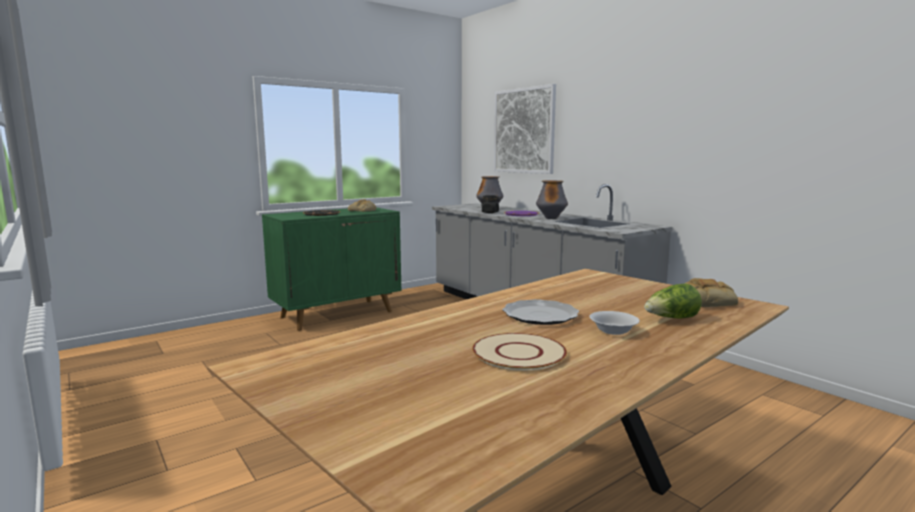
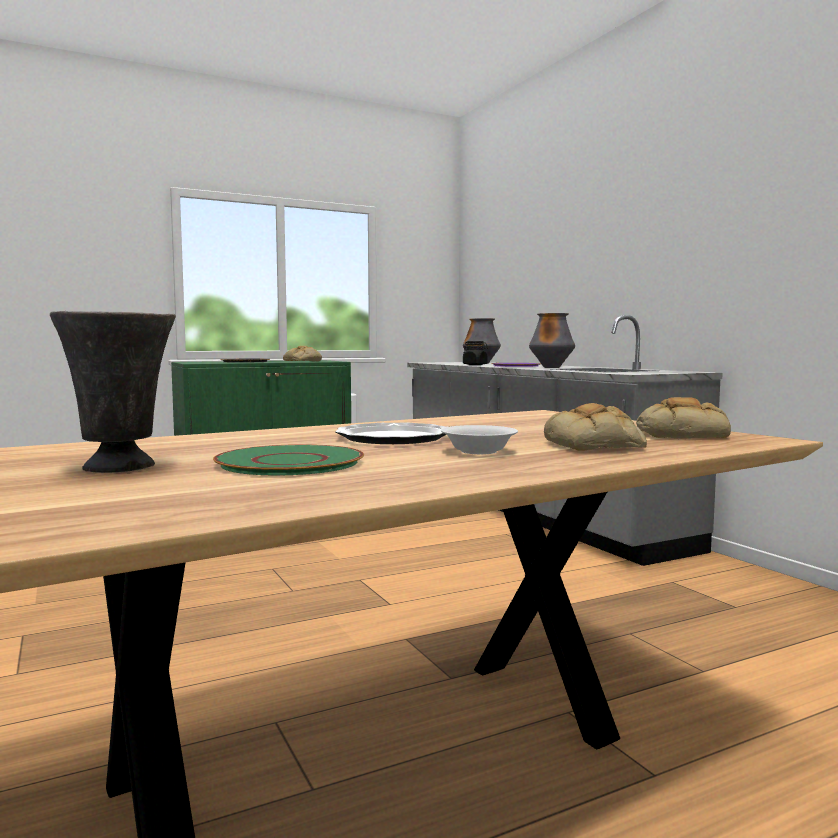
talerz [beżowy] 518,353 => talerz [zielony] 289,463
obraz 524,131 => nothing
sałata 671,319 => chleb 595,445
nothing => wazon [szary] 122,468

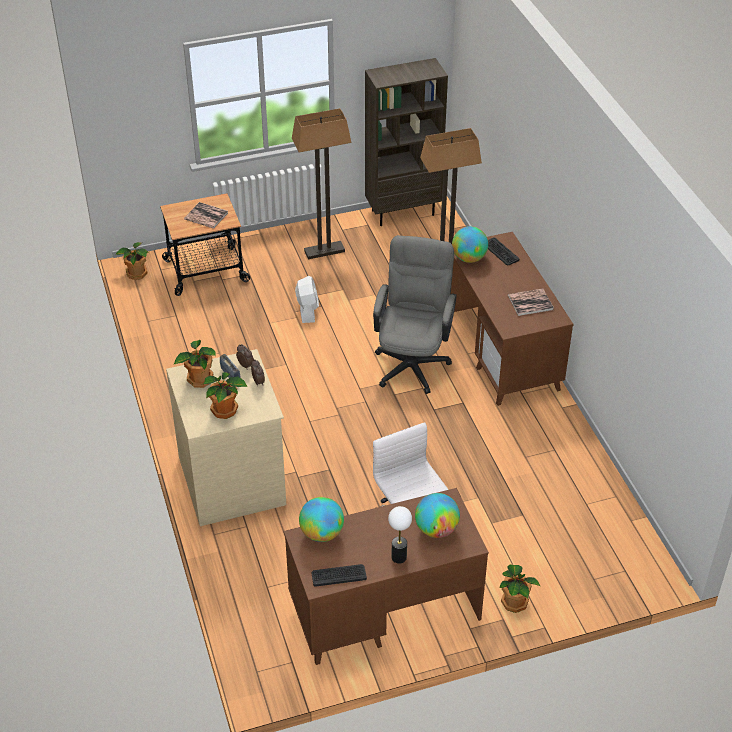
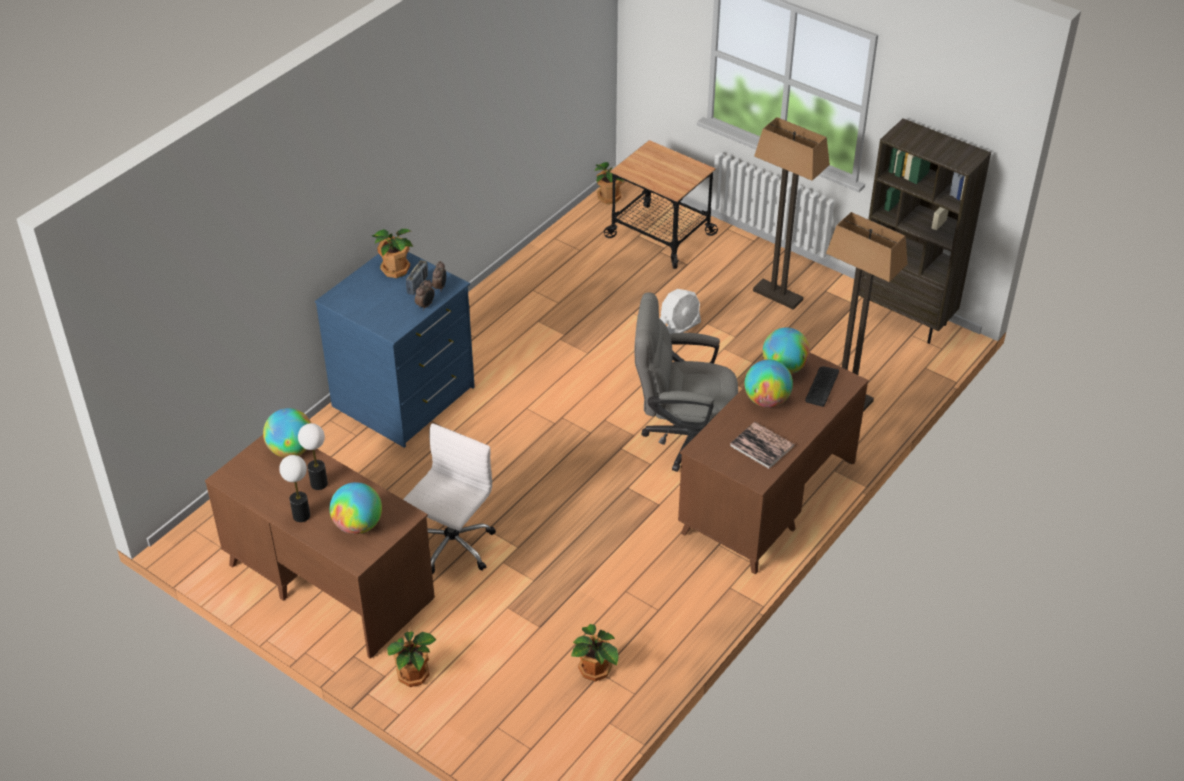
komoda [beżowy] 233,480 => komoda [niebieski] 405,398
książka 206,216 => nothing
roślina doniczkowa 225,411 => roślina doniczkowa 595,670, relocated
klawiatura 338,575 => nothing
krzesło biurowe [szary] 413,360 => krzesło biurowe [szary] 683,438, 150 degrees counterclockwise
nothing => lampa stołowa 319,484
nothing => globus 766,400

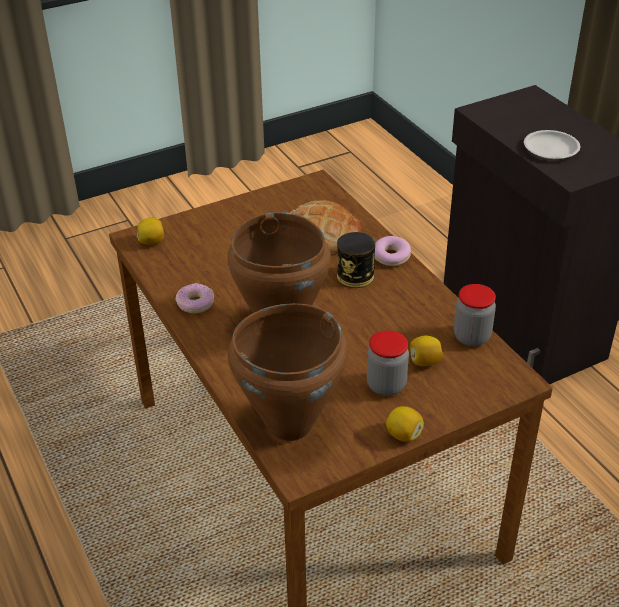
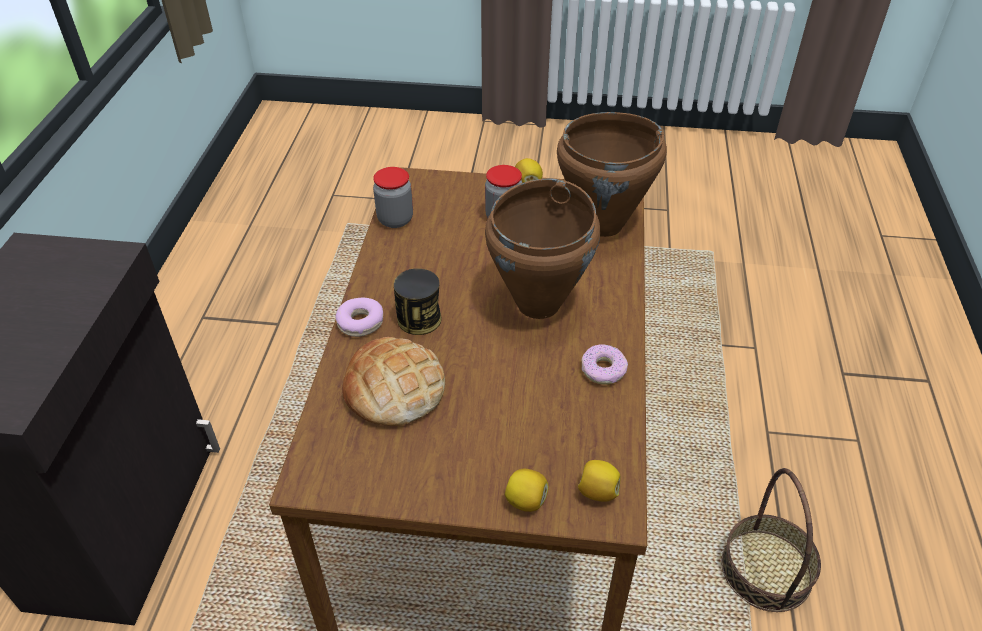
cytryna 424,362 => cytryna 526,501, relocated
talerz [biały] 550,148 => nothing
nothing => koszyk 766,570

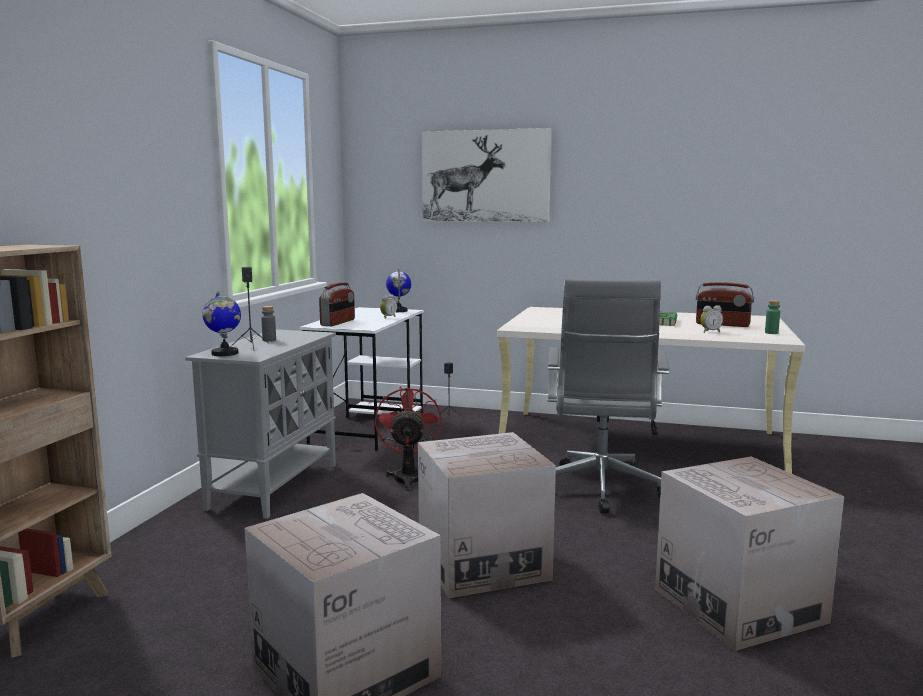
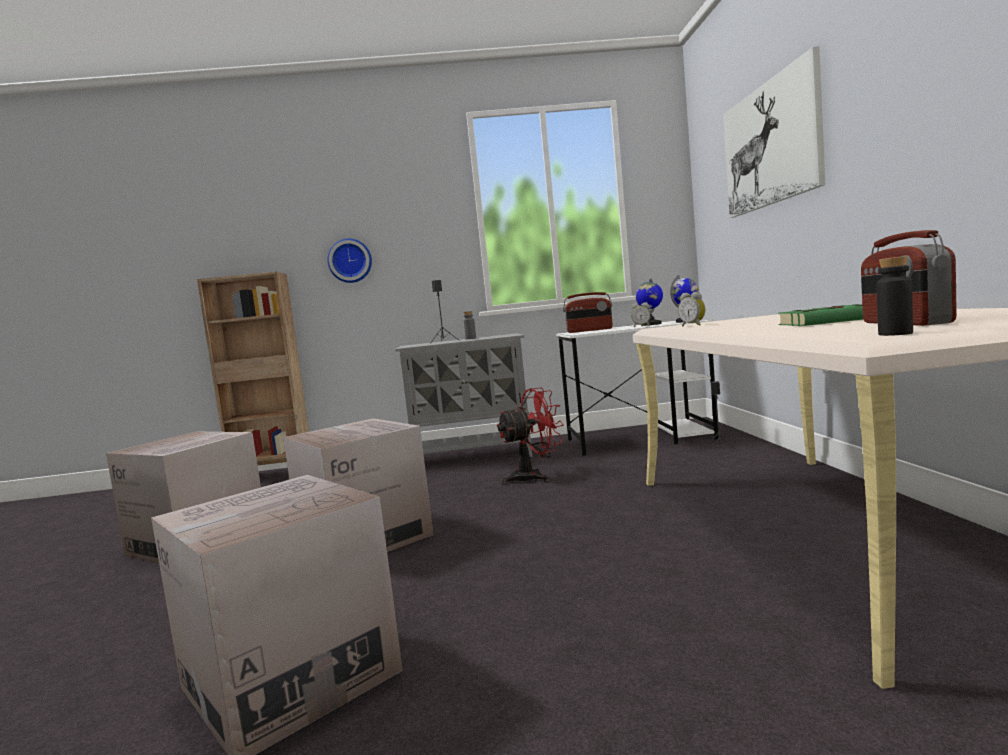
globus 224,353 => globus 651,324, relocated
krzesło biurowe [szary] 600,490 => nothing
budzik 710,332 => budzik 693,325, relocated
butelka [zielony] 771,333 => butelka [czarny] 895,334
nothing => zegar ścienny 350,261

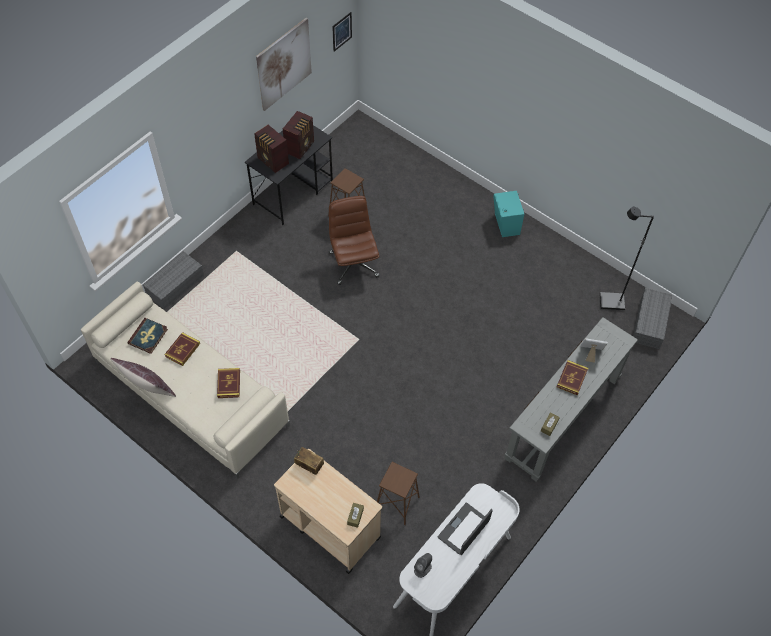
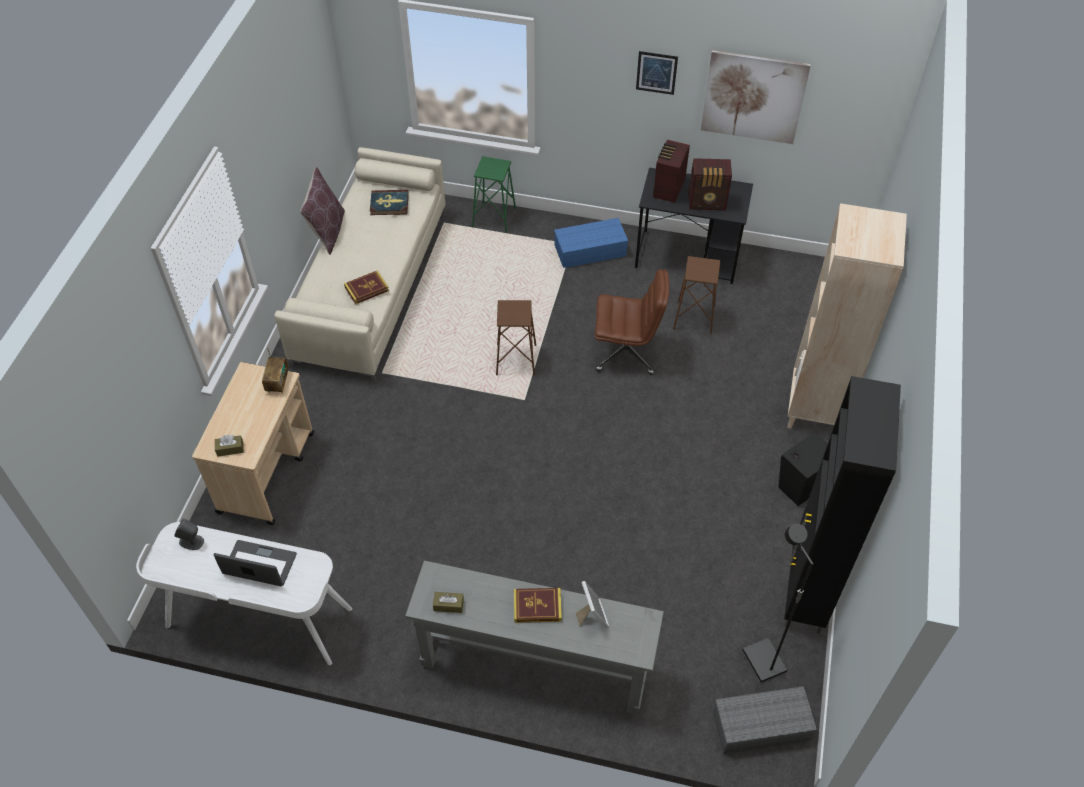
pojemnik do przechowywania [szary] 175,286 => stołek [zielony] 494,217
książka 182,350 => nothing
krzesło biurowe [brązowy] 353,264 => krzesło biurowe [brązowy] 626,352, 45 degrees clockwise
obraz 342,31 => obraz 656,72, relocated
stołek [brązowy] 397,503 => stołek [brązowy] 516,360, relocated
głośnik [turkusowy] 505,225 => głośnik [czarny] 801,484
nothing => pojemnik do przechowywania [niebieski] 591,250
nothing => szafka [czarny] 804,595
nothing => regał [beżowy] 815,409

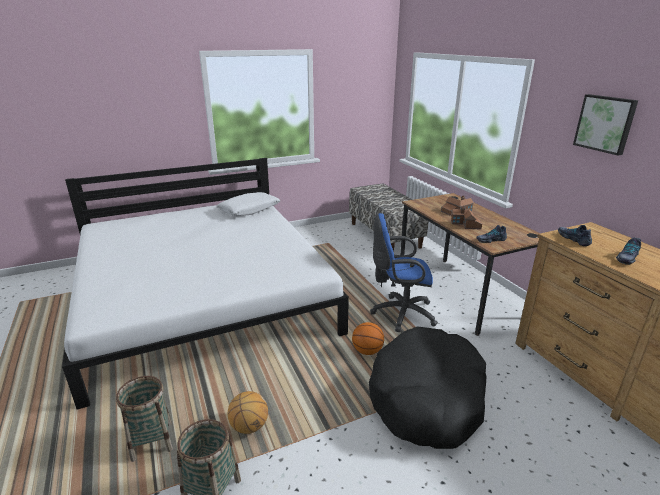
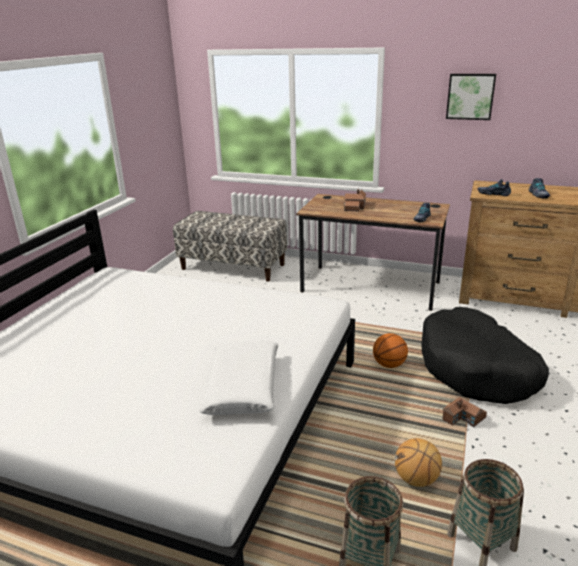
poduszka [biały] 249,210 => poduszka [biały] 243,386, relocated
krzesło biurowe [niebieski] 400,313 => nothing
domek 465,224 => domek 463,418, relocated

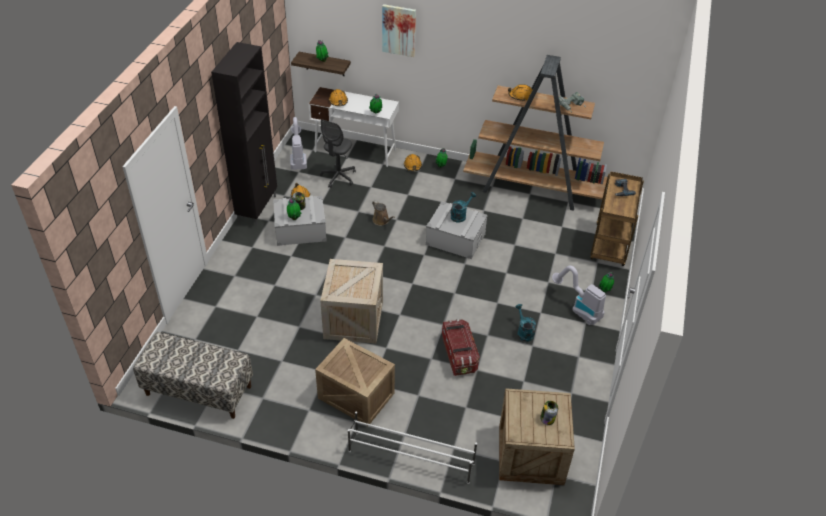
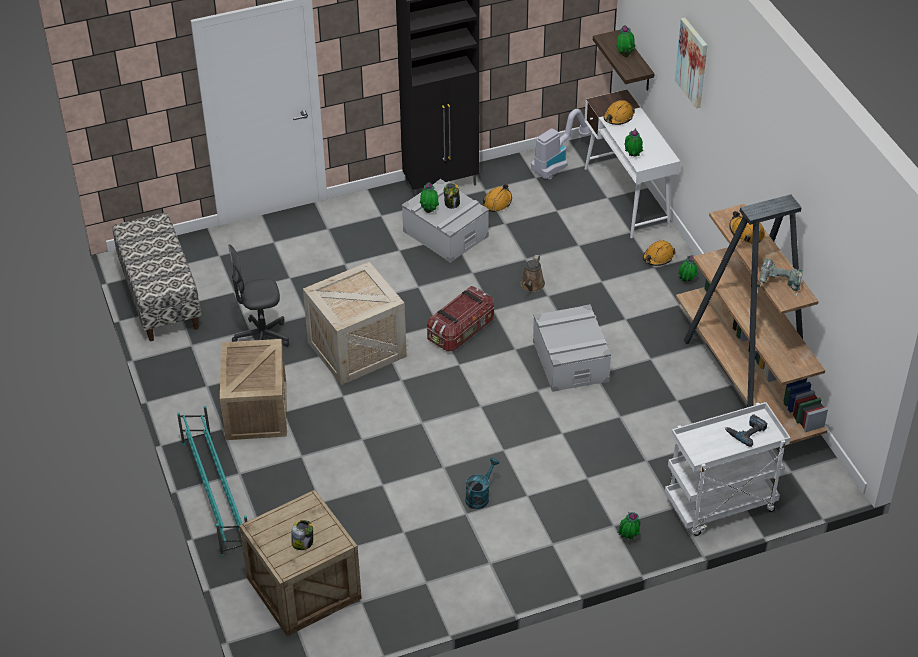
krzesło biurowe [szary] 338,177 => krzesło biurowe [szary] 262,338, relocated
regał na buty [biały] 410,457 => regał na buty [turkusowy] 216,493
pojemnik do przechowywania 459,354 => pojemnik do przechowywania 462,331, relocated
konewka [turkusowy] 460,215 => nothing
odkurzacz 578,308 => nothing
wózek [brązowy] 610,246 => wózek [biały] 720,506

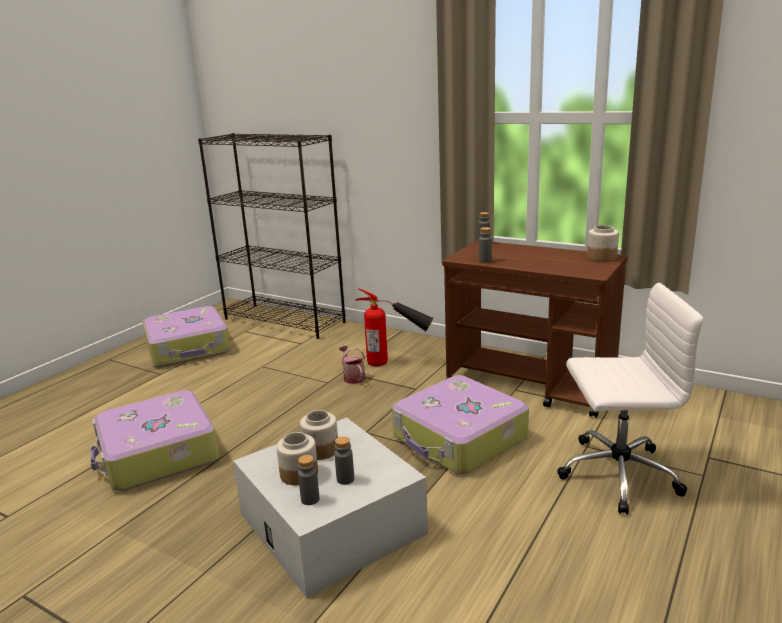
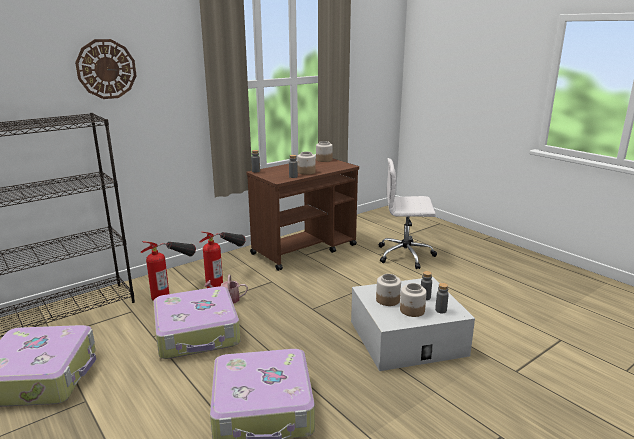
walizka 459,439 => walizka 198,333, relocated
krzesło biurowe [biały] 616,474 => krzesło biurowe [biały] 406,255, 105 degrees counterclockwise
nothing => zegar ścienny 106,69
nothing => gaśnica 173,291
nothing => słoik 306,172

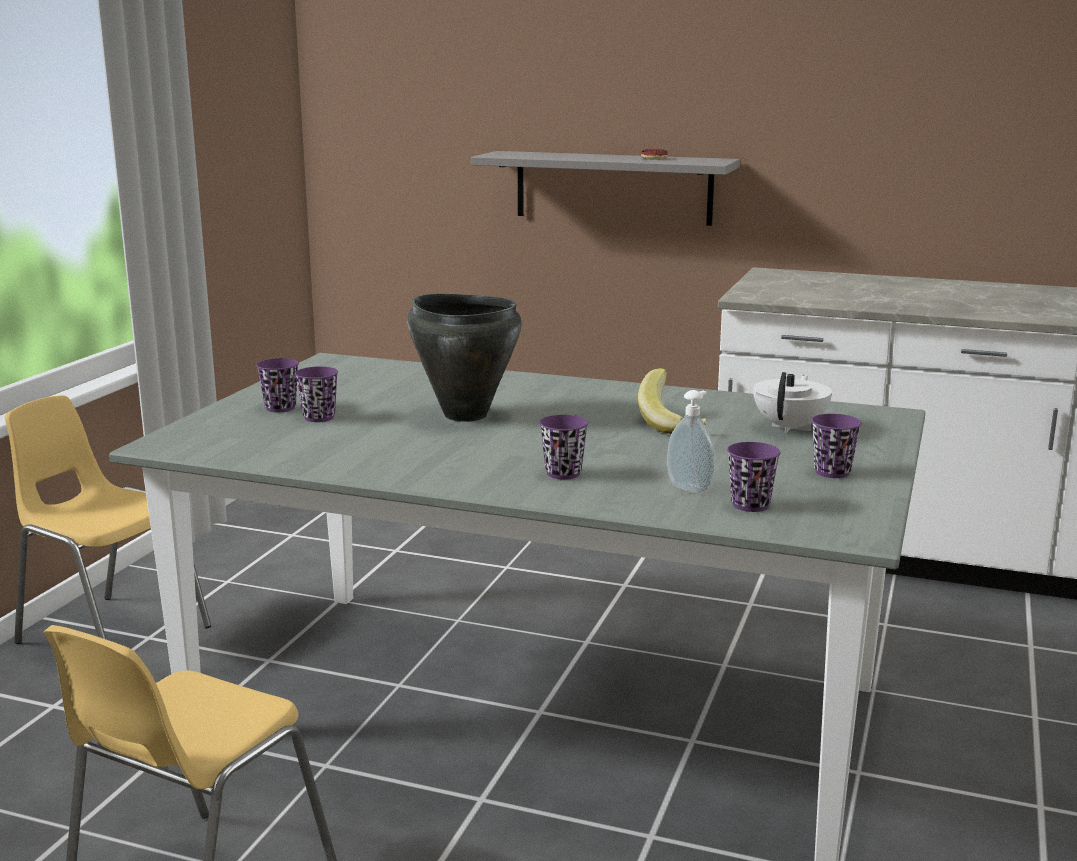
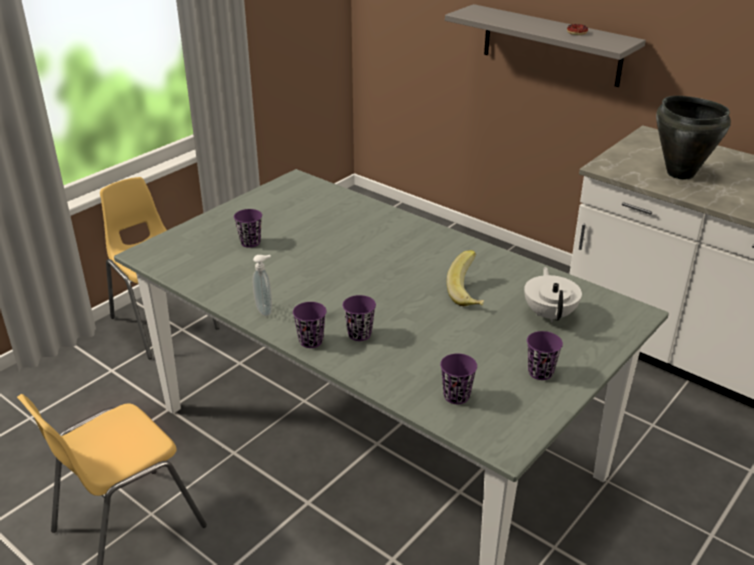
filiżanka [fioletowy] 280,408 => filiżanka [fioletowy] 311,341, relocated
garnek [czarny] 465,415 => garnek [czarny] 680,173, relocated
dozownik mydła 691,489 => dozownik mydła 265,310, relocated
imbryk [biały] 791,427 => imbryk [biały] 550,314, 45 degrees counterclockwise

